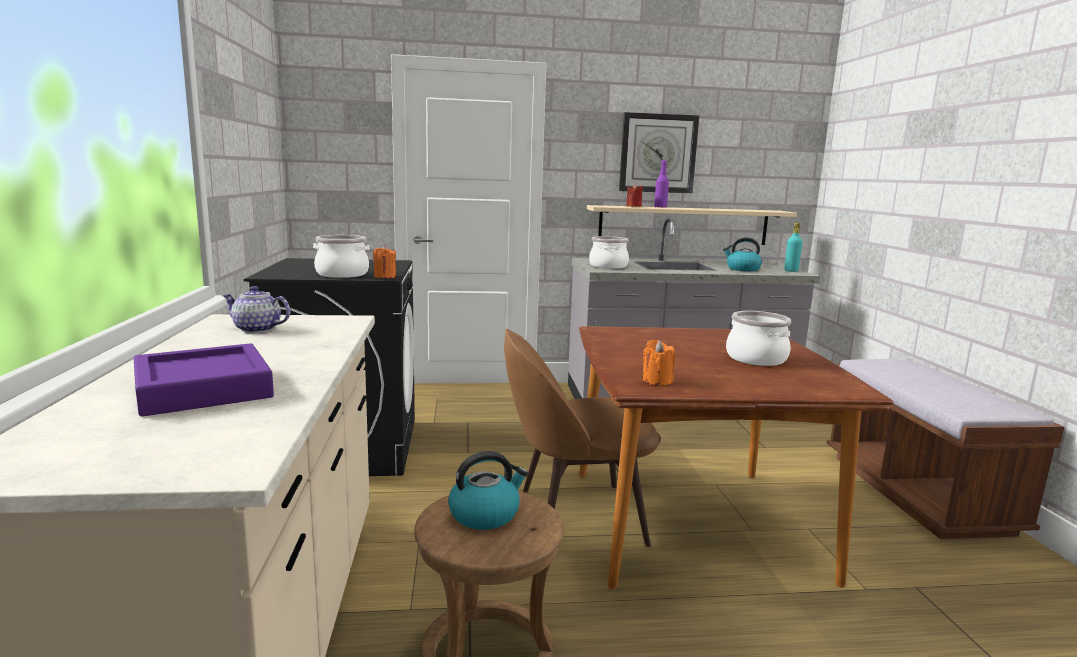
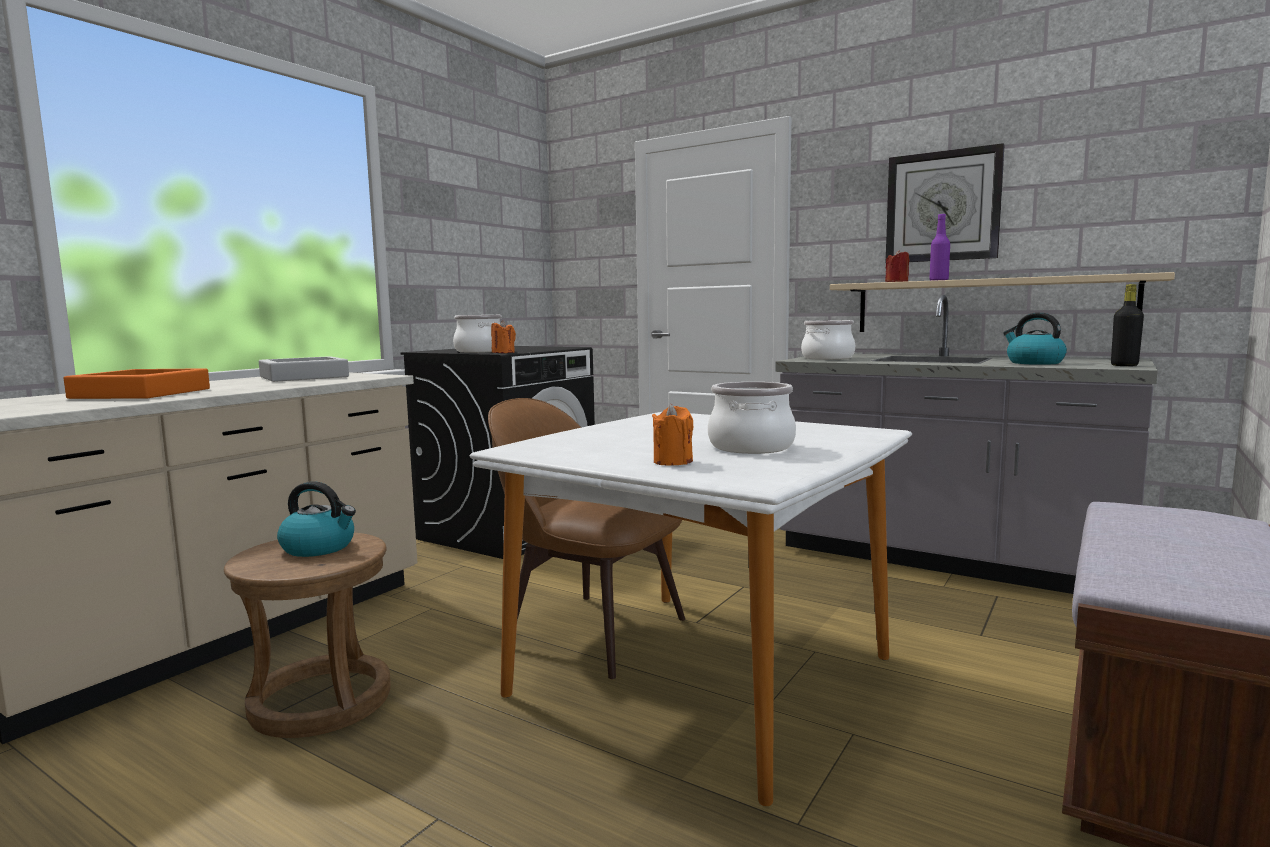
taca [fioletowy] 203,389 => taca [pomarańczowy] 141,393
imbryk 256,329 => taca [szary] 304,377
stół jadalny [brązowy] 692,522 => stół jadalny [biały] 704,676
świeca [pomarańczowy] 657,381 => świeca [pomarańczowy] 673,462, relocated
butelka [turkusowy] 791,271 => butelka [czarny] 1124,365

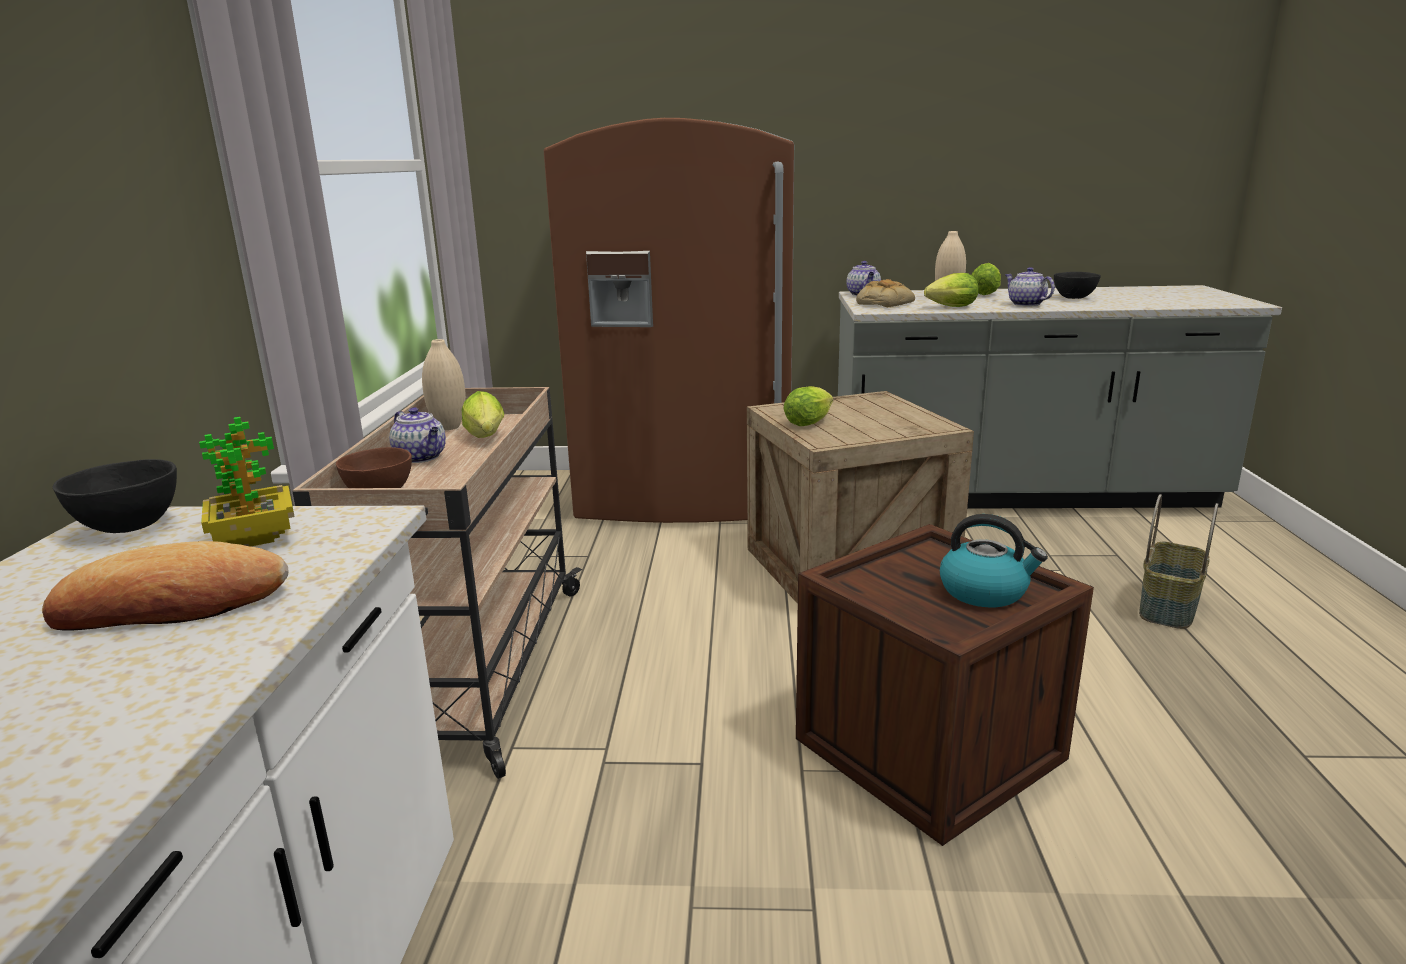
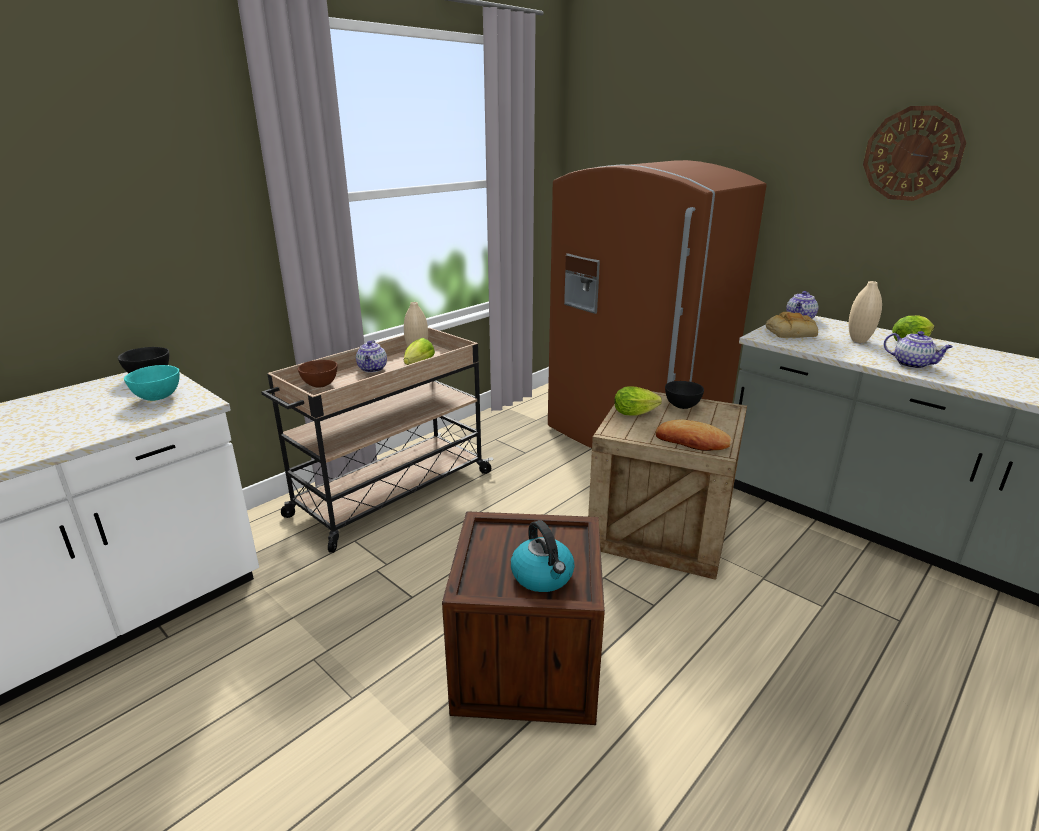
chleb 172,605 => chleb 691,441, relocated
roślina doniczkowa 255,539 => miska [turkusowy] 159,397
sałata 949,307 => nothing
imbryk 1025,304 => imbryk 912,364, 120 degrees clockwise
miska [czarny] 1075,298 => miska [czarny] 682,406, relocated
koszyk 1166,606 => nothing
nothing => zegar ścienny 912,154

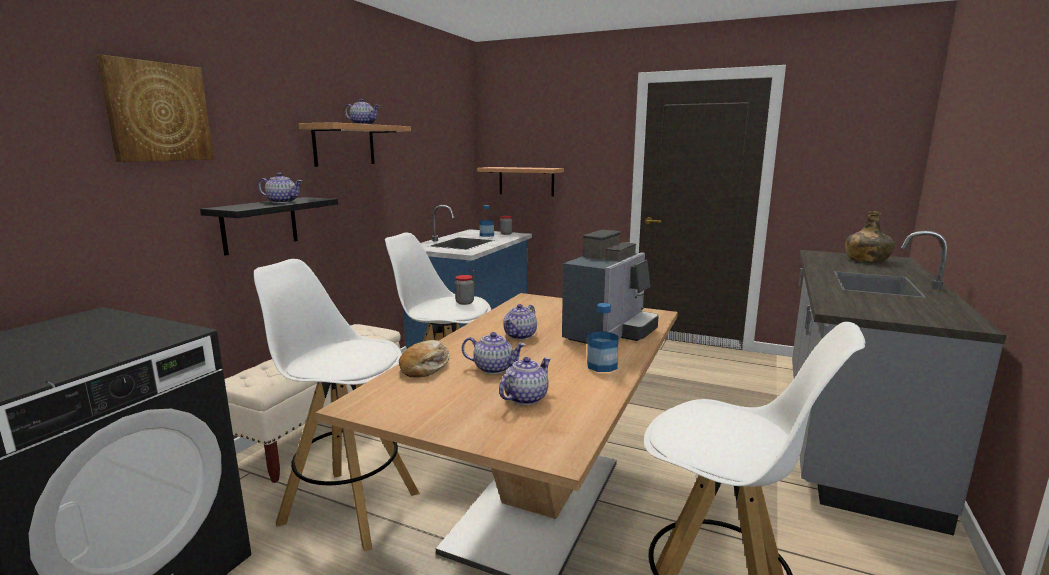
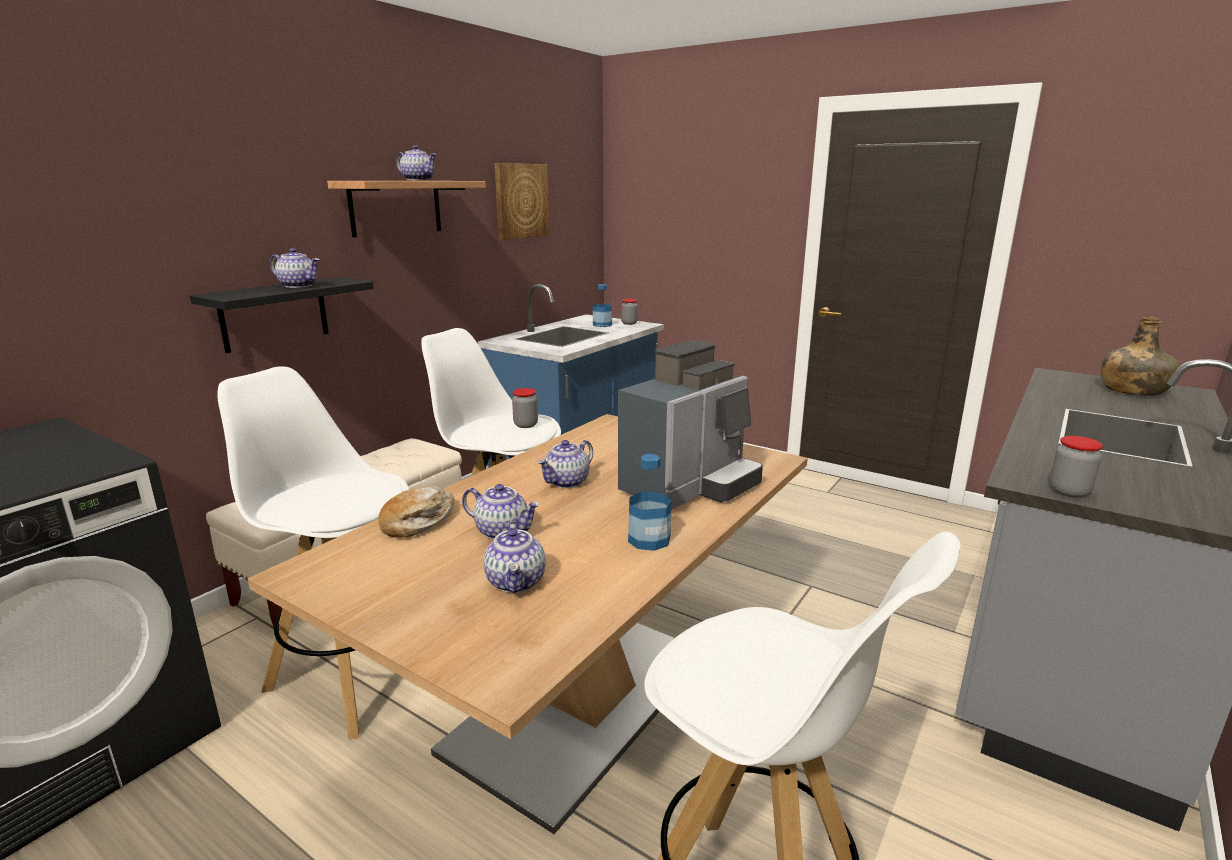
obraz 158,112 => obraz 520,201, relocated
półka 526,181 => nothing
imbryk 525,397 => imbryk 517,582, 120 degrees clockwise
nothing => słoik 1069,491

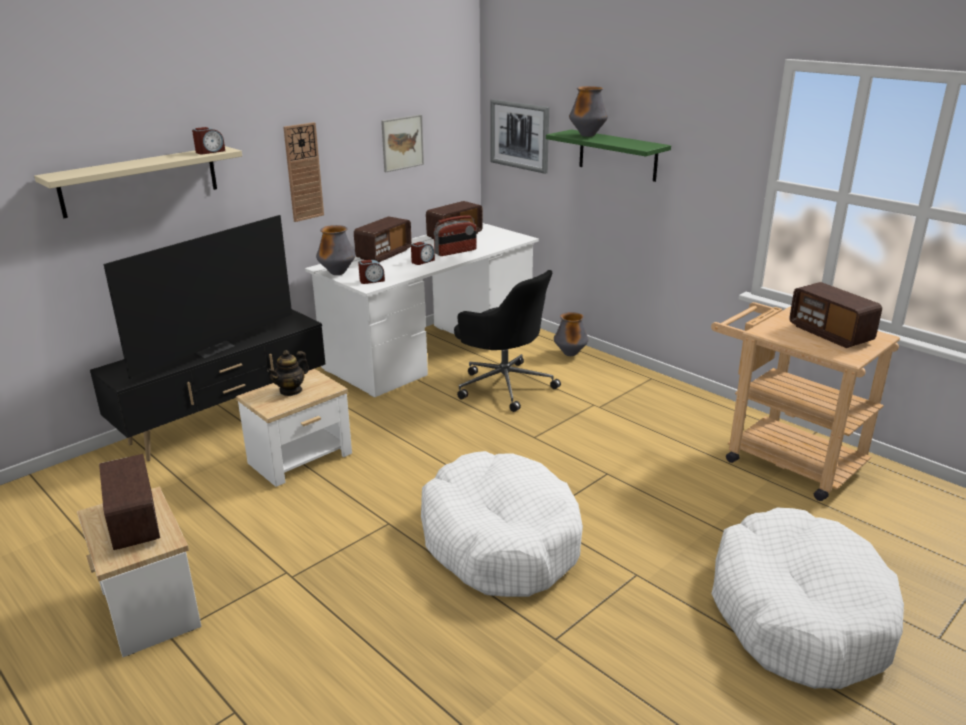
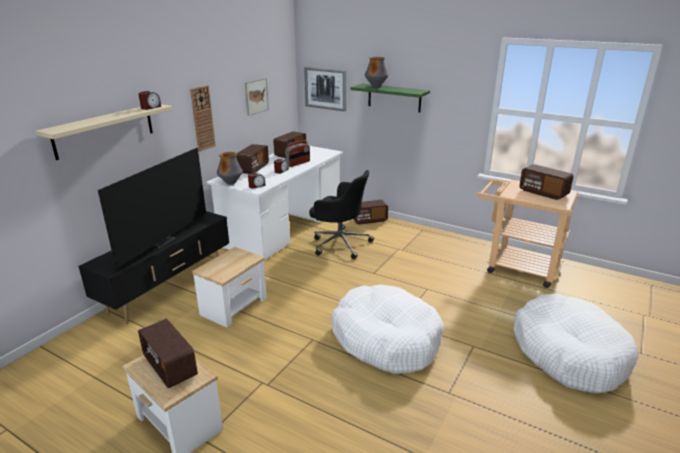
imbryk 291,390 => nothing
wazon 570,354 => radio 369,220

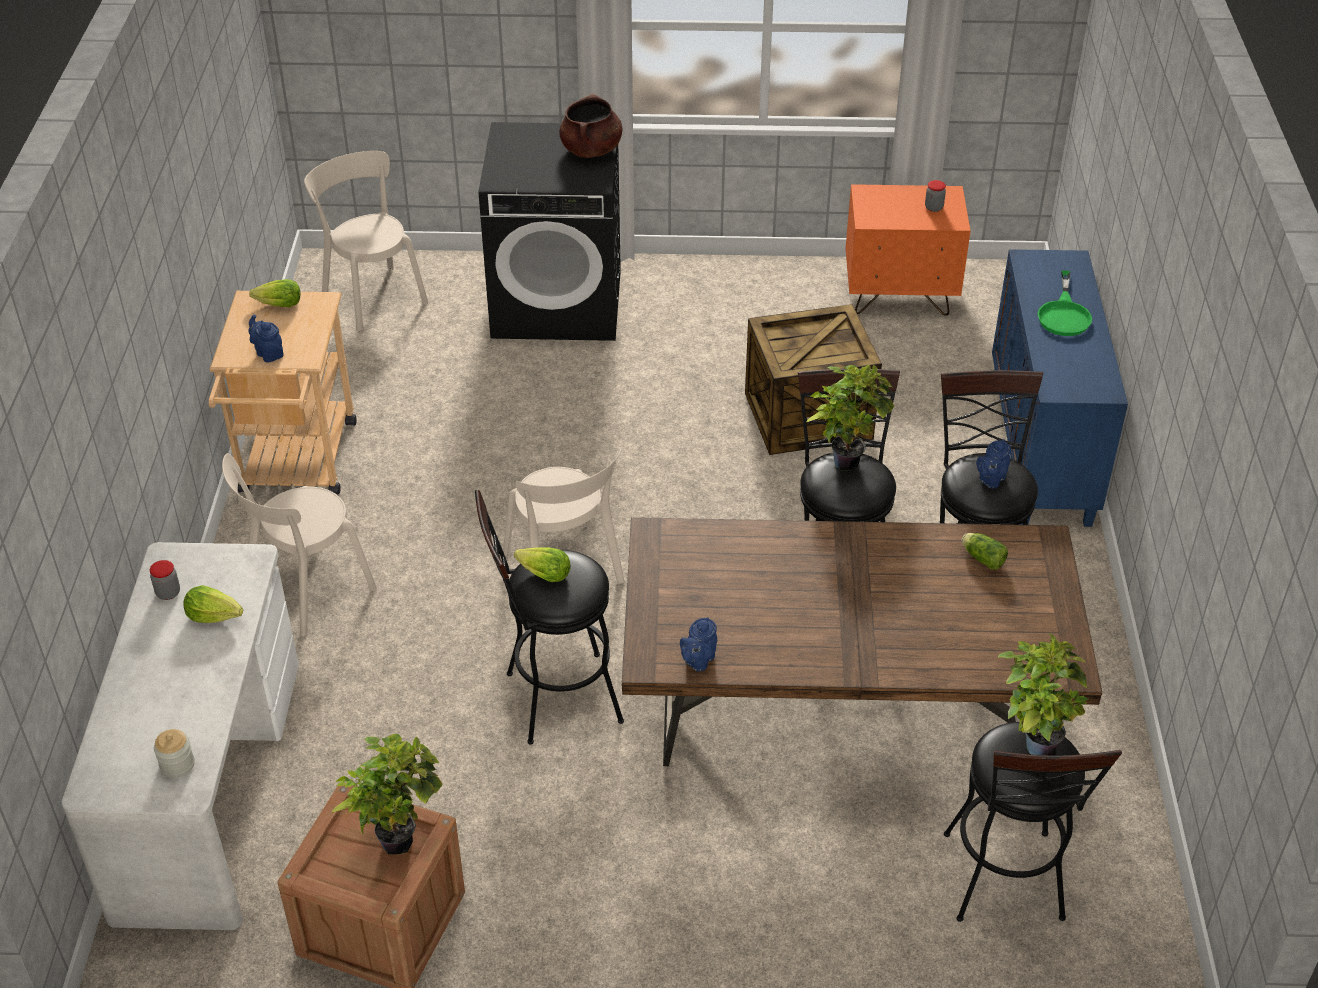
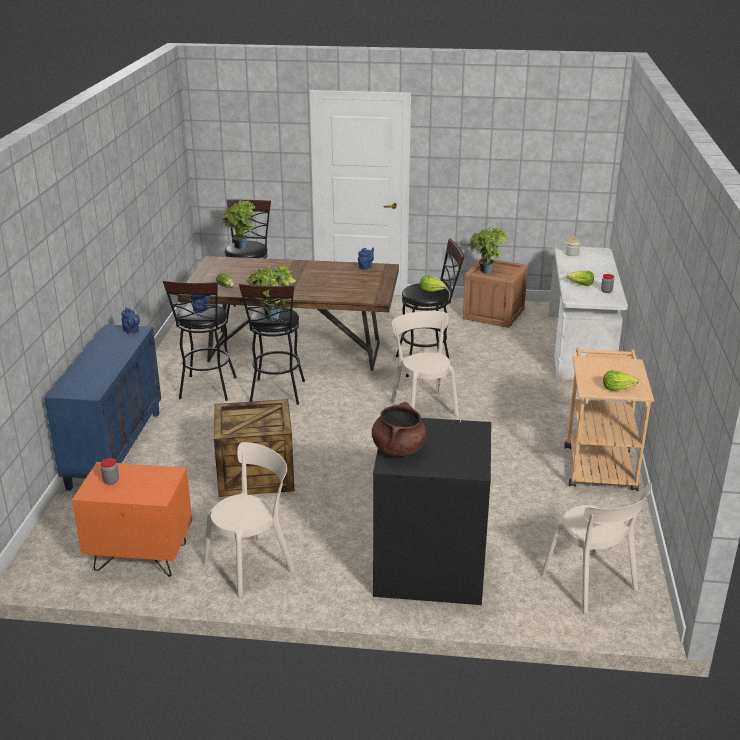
krzesło [beżowy] 306,590 => krzesło [beżowy] 252,564, relocated
imbryk [niebieski] 268,353 => imbryk [niebieski] 131,332, relocated
patelnia [zielony] 1064,314 => nothing

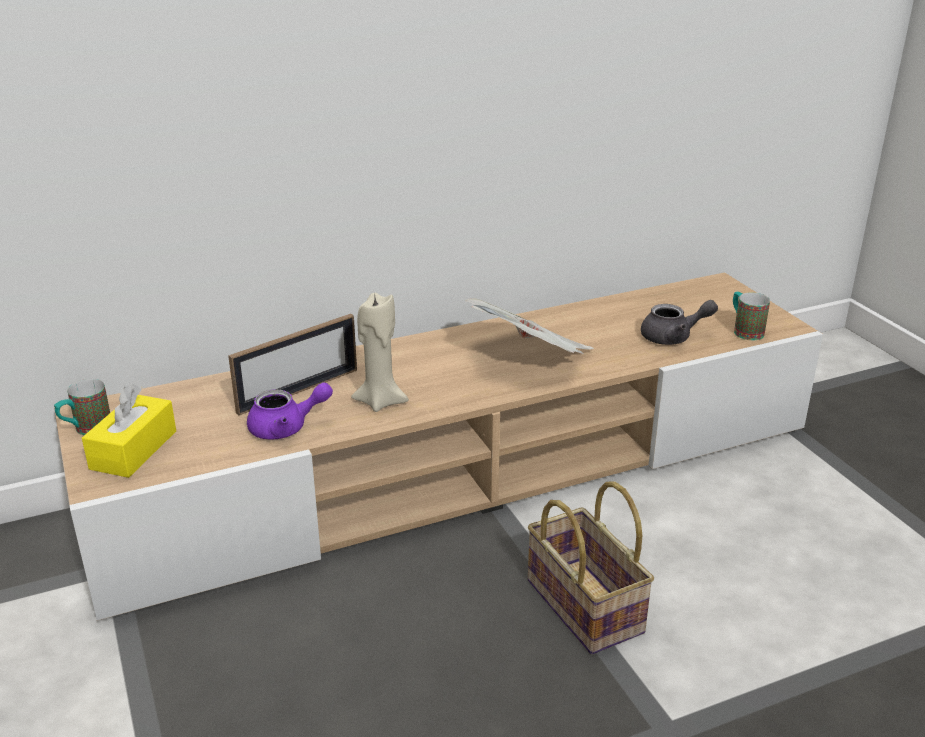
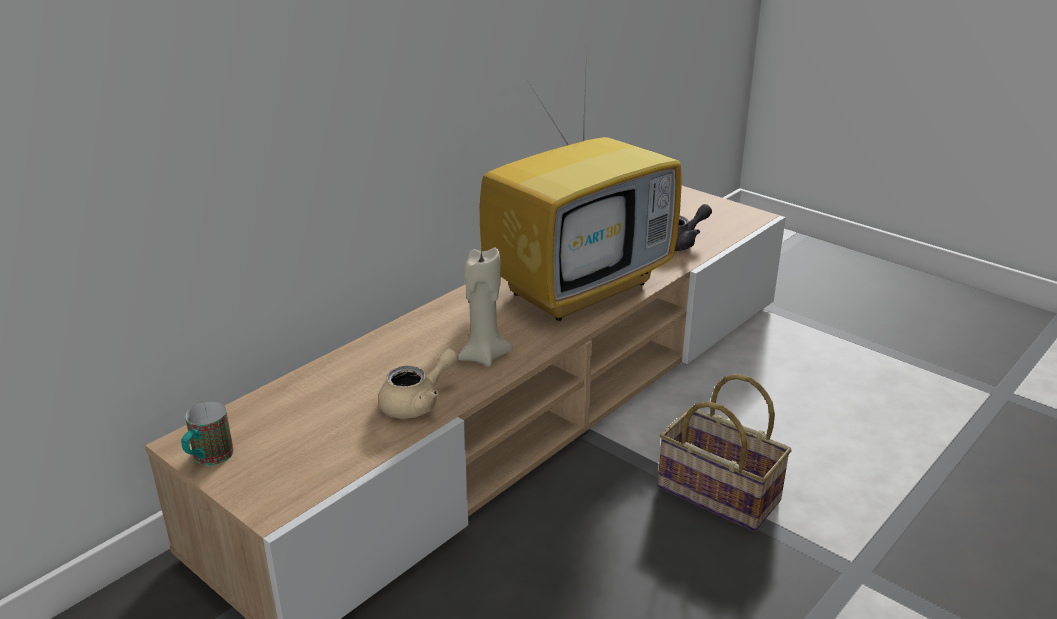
pudełko chusteczek [żółty] 133,450 => nothing
ramka na zdjęcie 298,391 => nothing
imbryk [fioletowy] 286,428 => imbryk [beżowy] 418,403
gazeta 530,358 => telewizor 580,286
kubek 744,330 => nothing

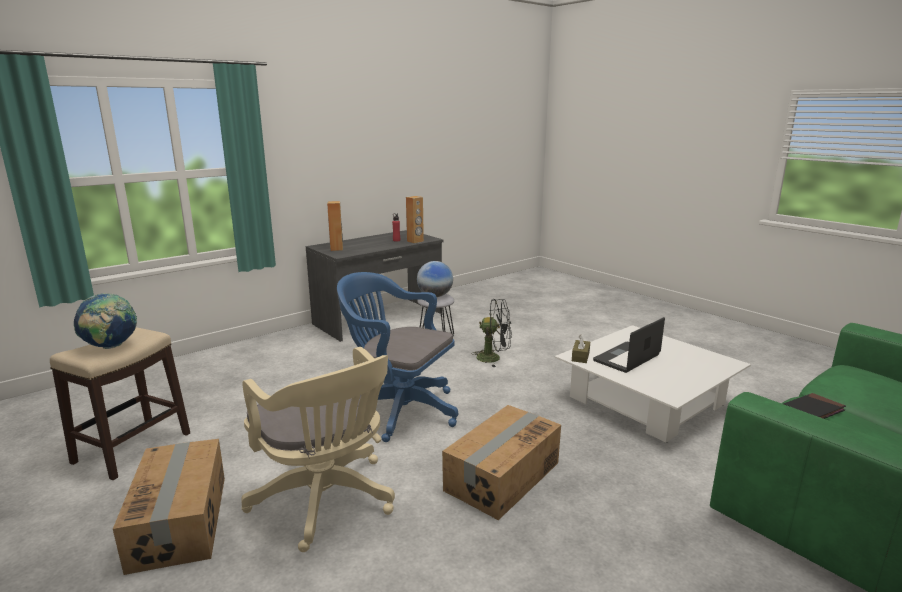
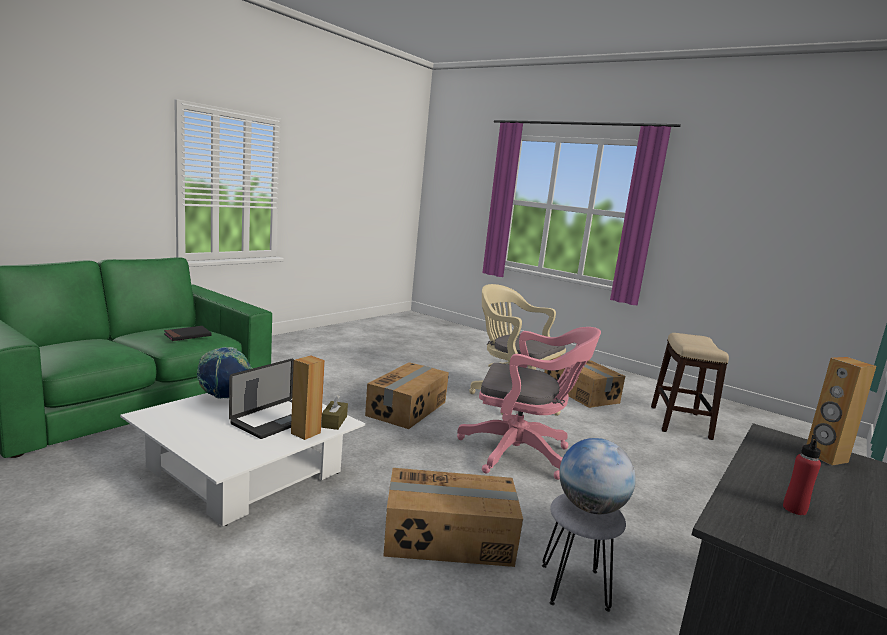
globus 110,347 => globus 224,397, relocated
krzesło biurowe [niebieski] 398,409 => krzesło biurowe [różowy] 521,453
głośnik [brązowy] 415,241 => głośnik [brązowy] 305,433, relocated
wentylator [czarny] 494,358 => karton 448,538

